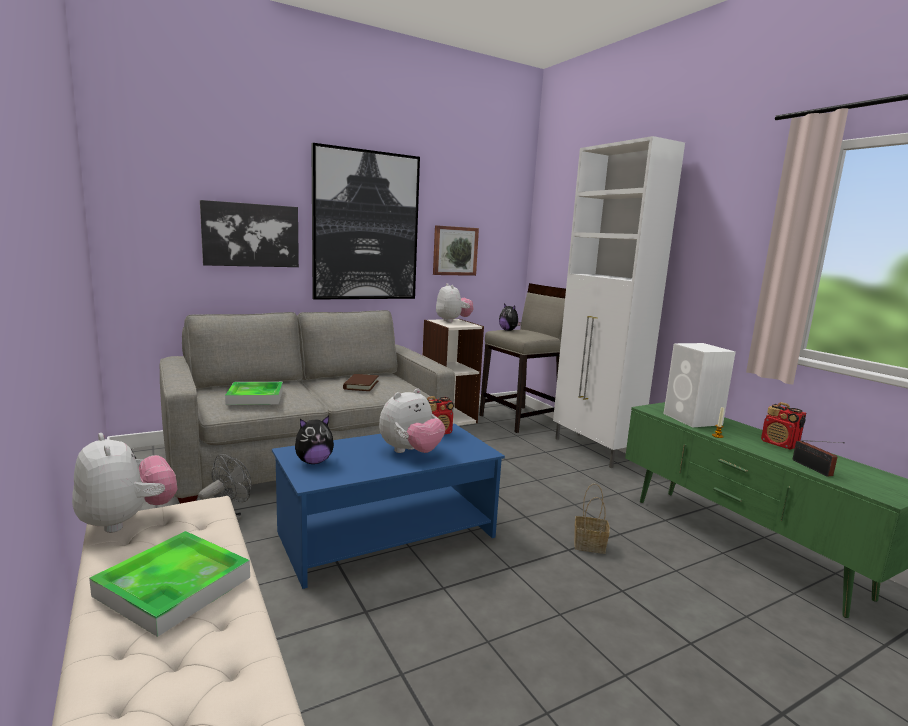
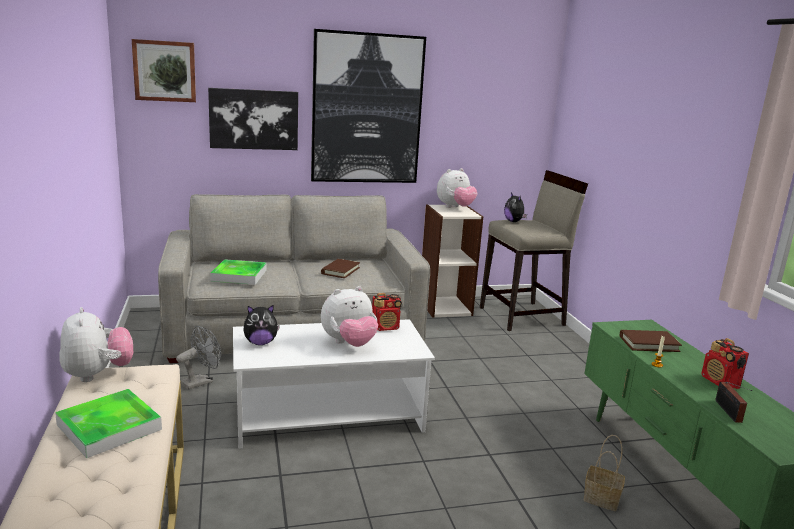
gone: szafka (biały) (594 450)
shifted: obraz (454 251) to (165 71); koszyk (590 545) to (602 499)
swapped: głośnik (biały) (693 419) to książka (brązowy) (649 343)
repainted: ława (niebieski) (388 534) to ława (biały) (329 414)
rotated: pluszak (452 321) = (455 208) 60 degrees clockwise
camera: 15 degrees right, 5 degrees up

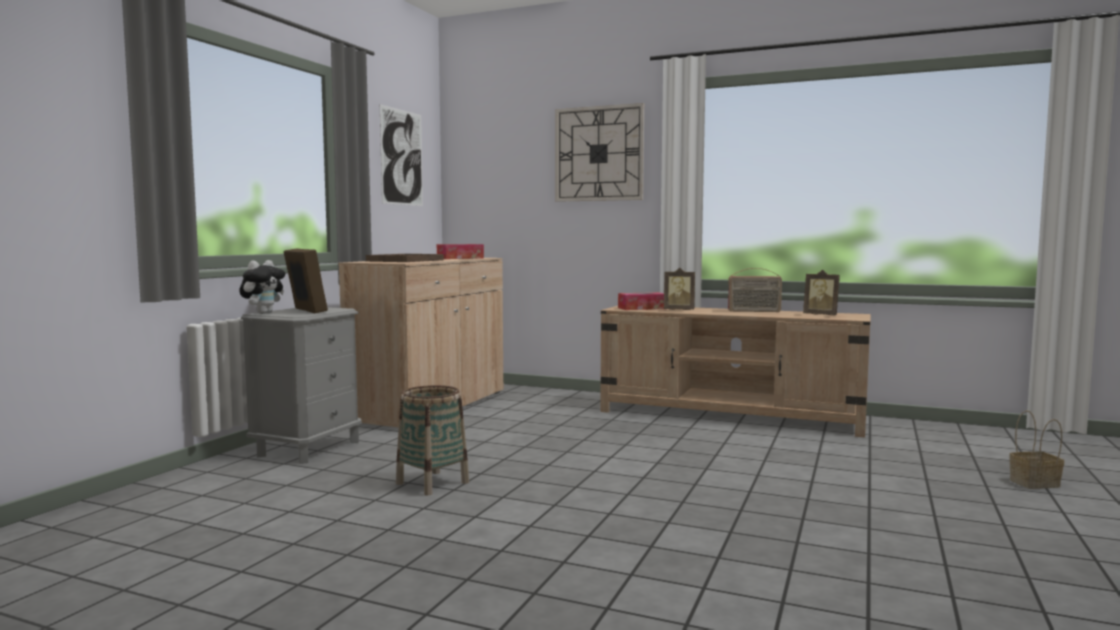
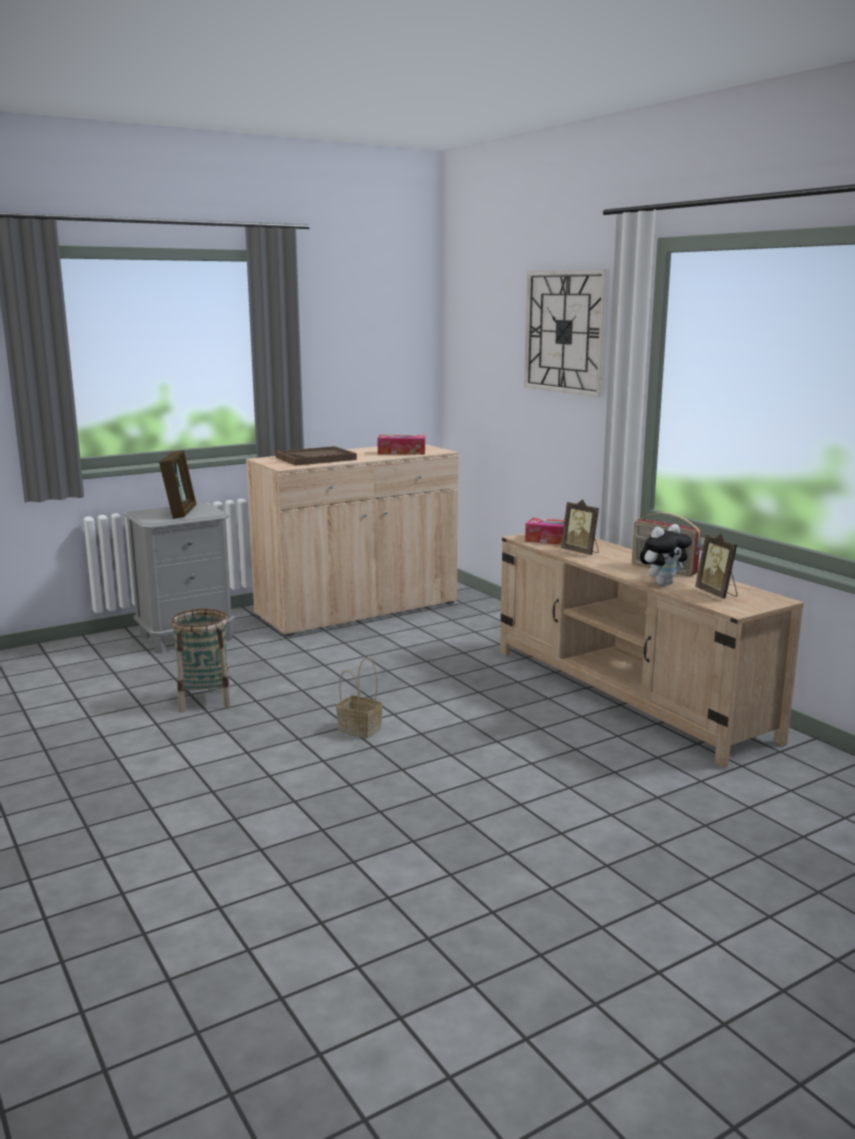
gone: obraz (402 157)
shifted: pluszak (263 313) to (663 583); koszyk (1034 483) to (358 729)
camera: 35 degrees right, 10 degrees up

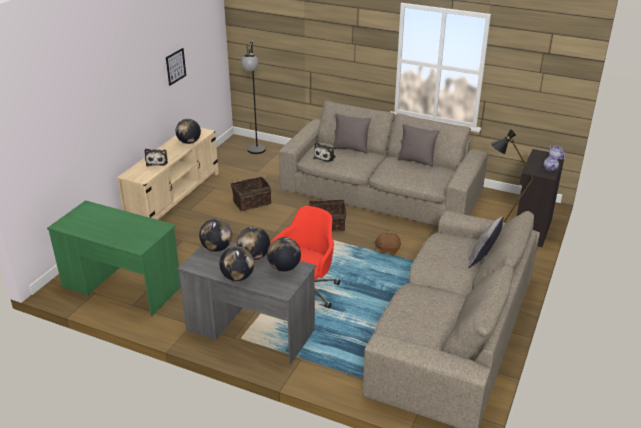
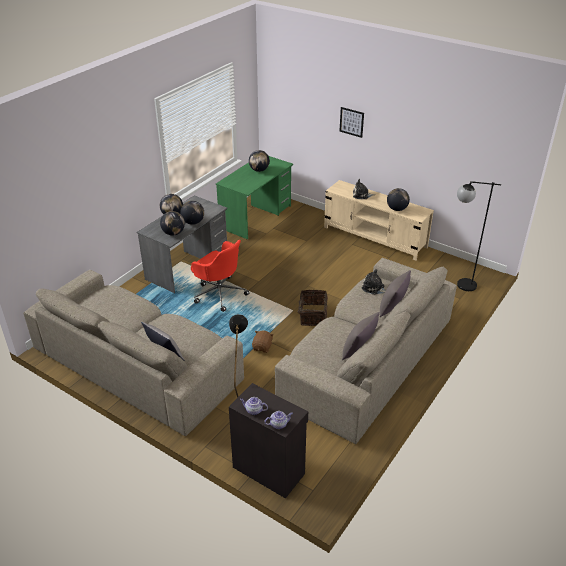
gone: koszyk (251 202)
shifted: obraz (175 66) to (351 122); globus (217 248) to (259 170)
camera: 100 degrees right, 5 degrees up

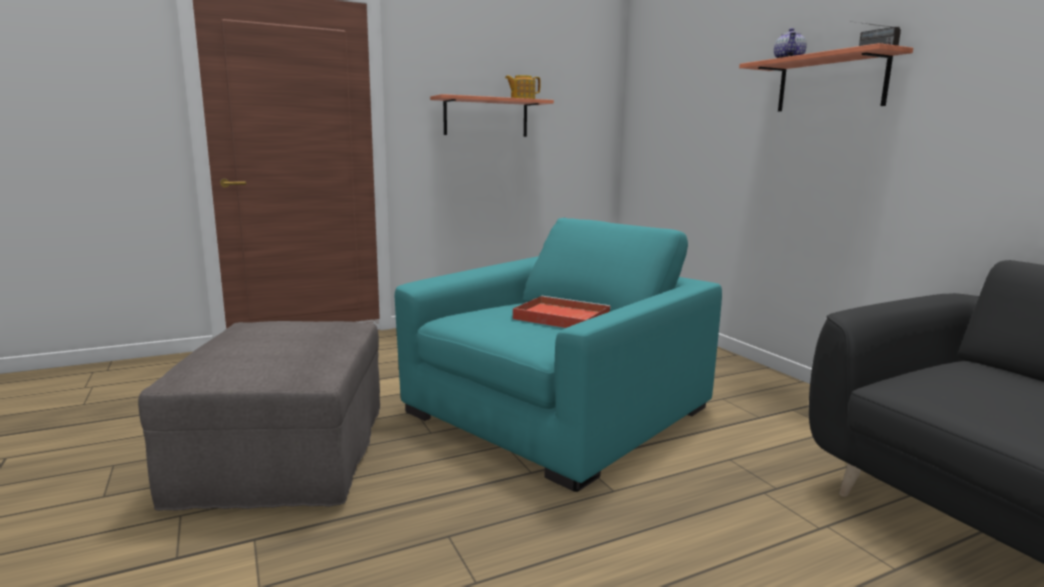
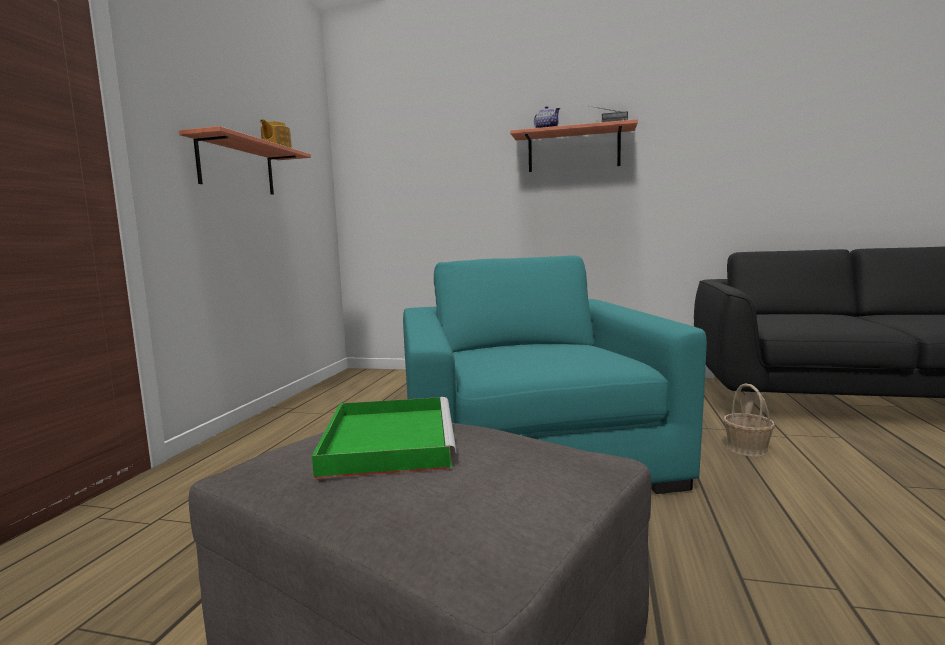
gone: taca (czerwony) (559 317)
new: koszyk (747 449); taca (zielony) (388 440)
camera: 50 degrees left, 5 degrees down

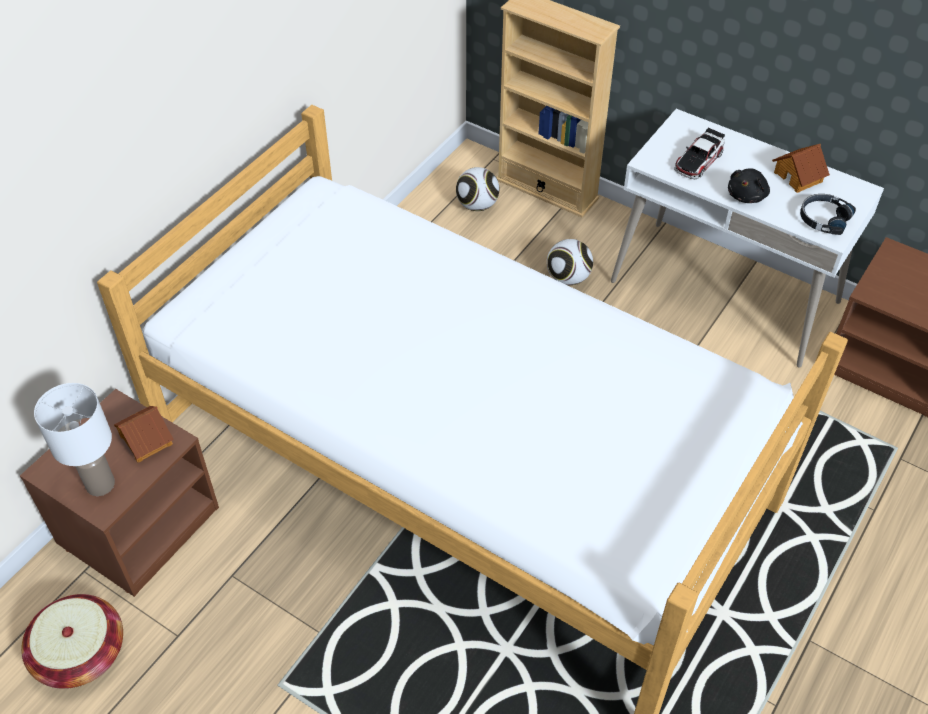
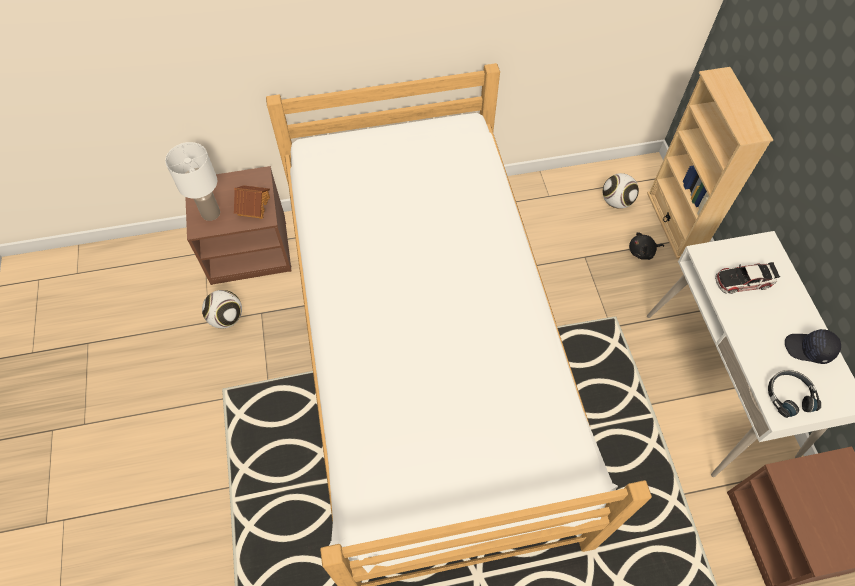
gone: koszyk (80 653)
shifted: pluszak (czarny) (747 195) to (642 252); piłka futbolowa (568 278) to (227 318)
swapped: domek (798 176) to czapka z daszkiem (czarny) (809 349)
camera: 45 degrees right, 10 degrees up

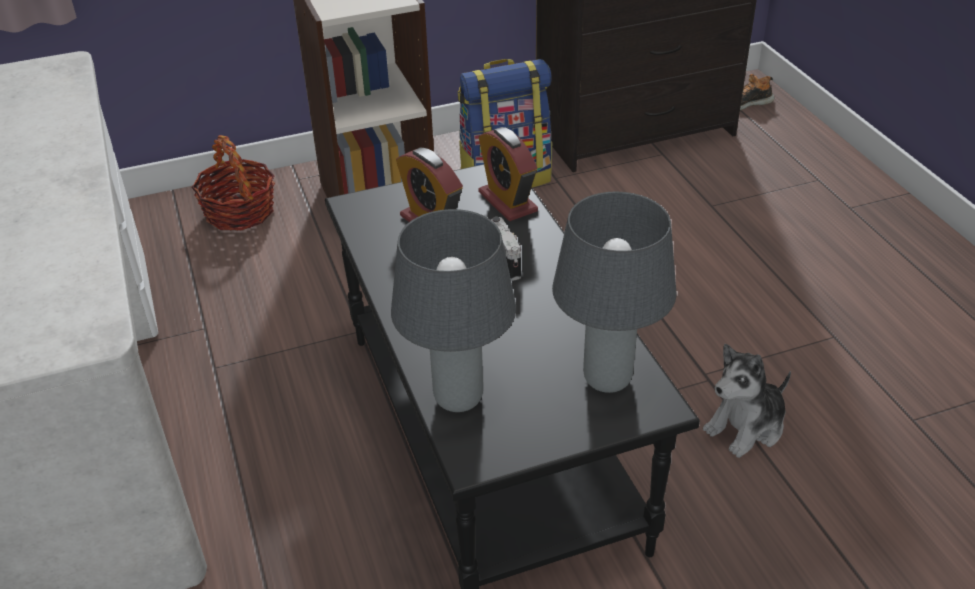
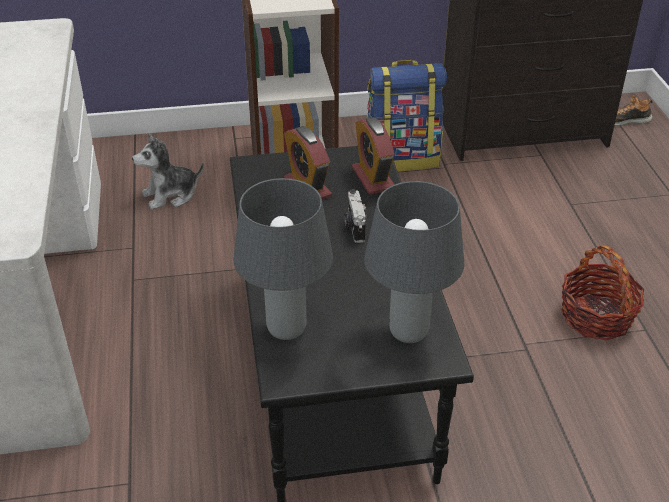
shifted: koszyk (240 212) to (596 317); pluszak (746 427) to (171 195)
camera: 10 degrees right, 0 degrees up

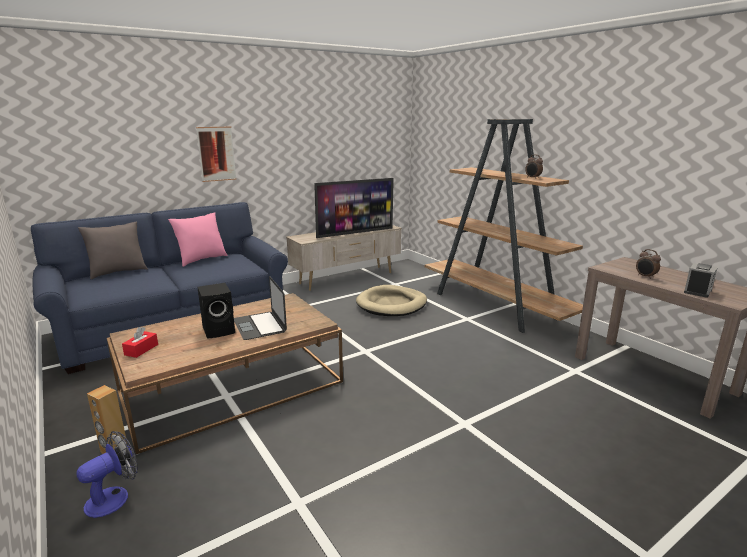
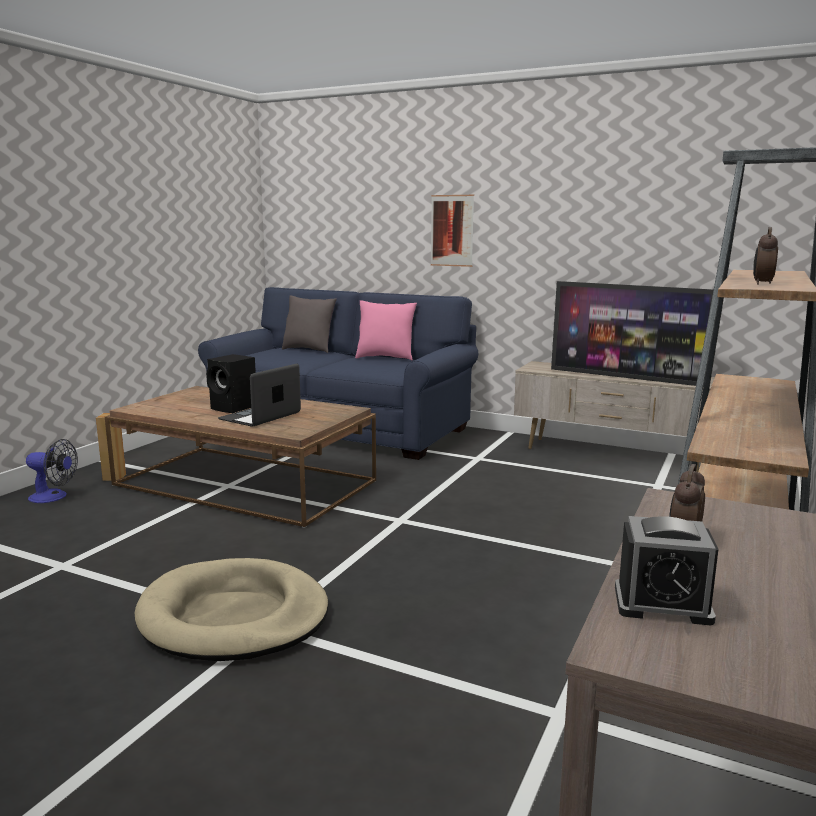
gone: pudełko chusteczek (czerwony) (141 349)
shifted: legowisko (beżowy) (392 304) to (234 616)
camera: 60 degrees right, 5 degrees down

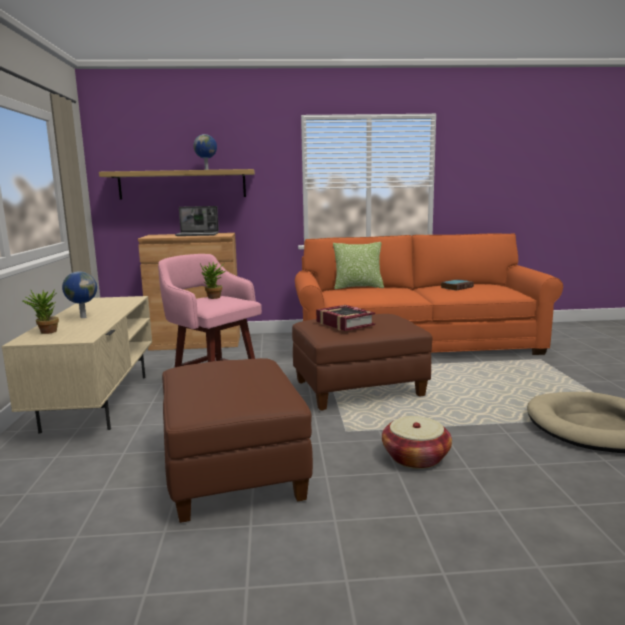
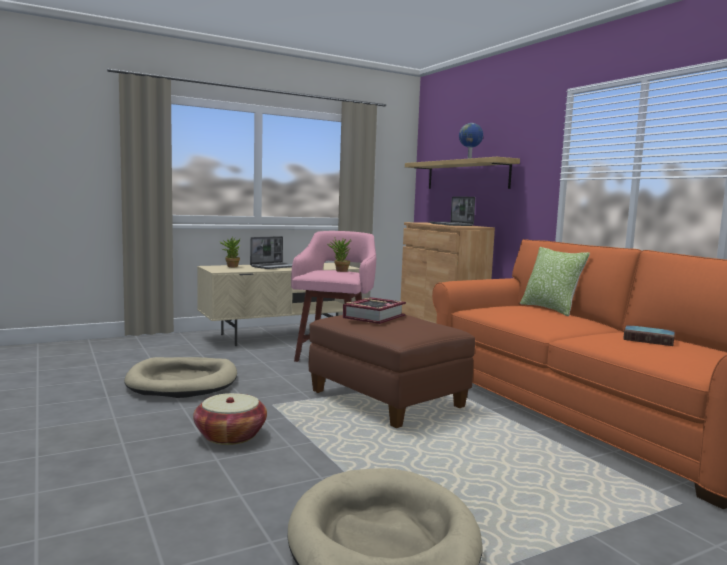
swapped: globus (83 317) to laptop (275 266); pufa (brązowy) (232 471) to legowisko (beżowy) (183 382)
camera: 65 degrees right, 5 degrees down

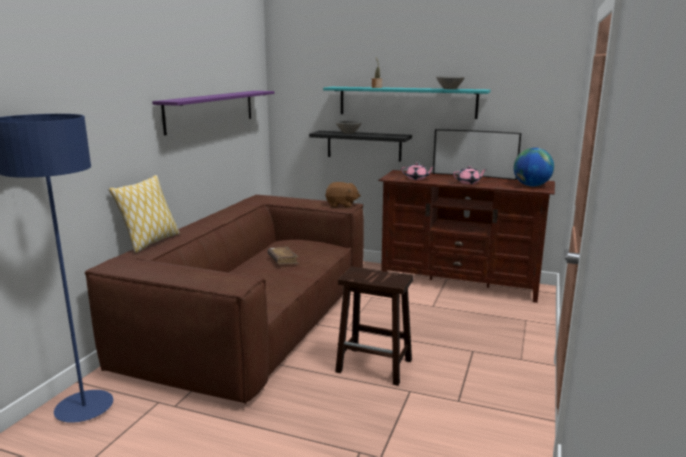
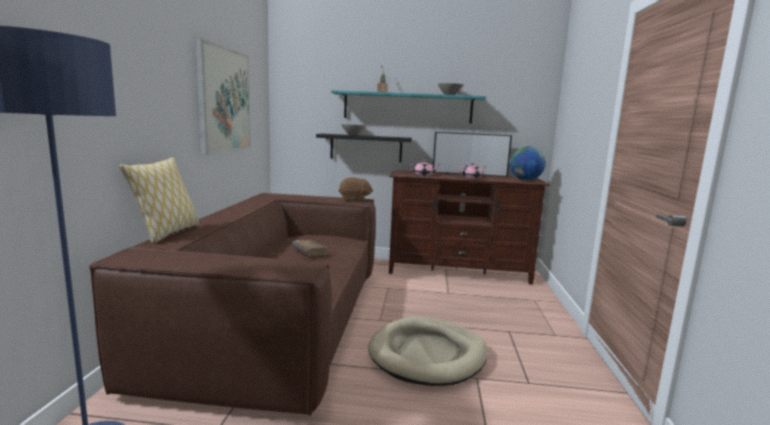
swapped: półka (fioletowy) (211 110) to obraz (224 100); stołek (brązowy) (375 366) to legowisko (beżowy) (428 355)
camera: 15 degrees left, 5 degrees down

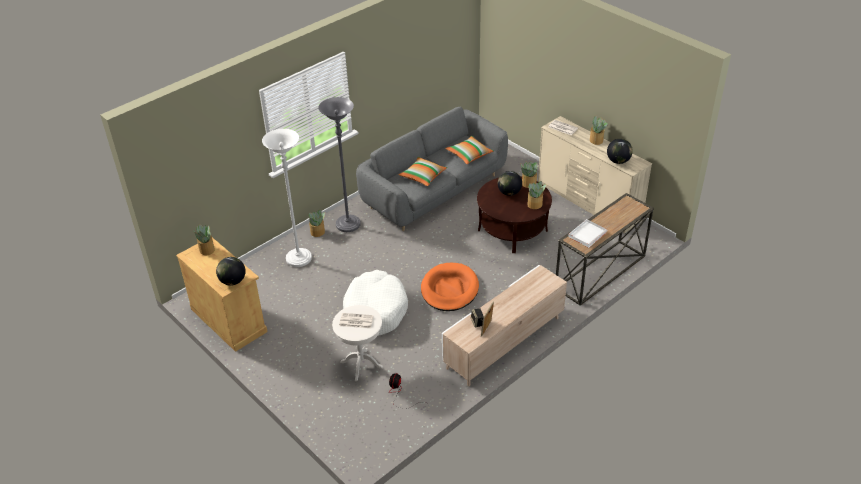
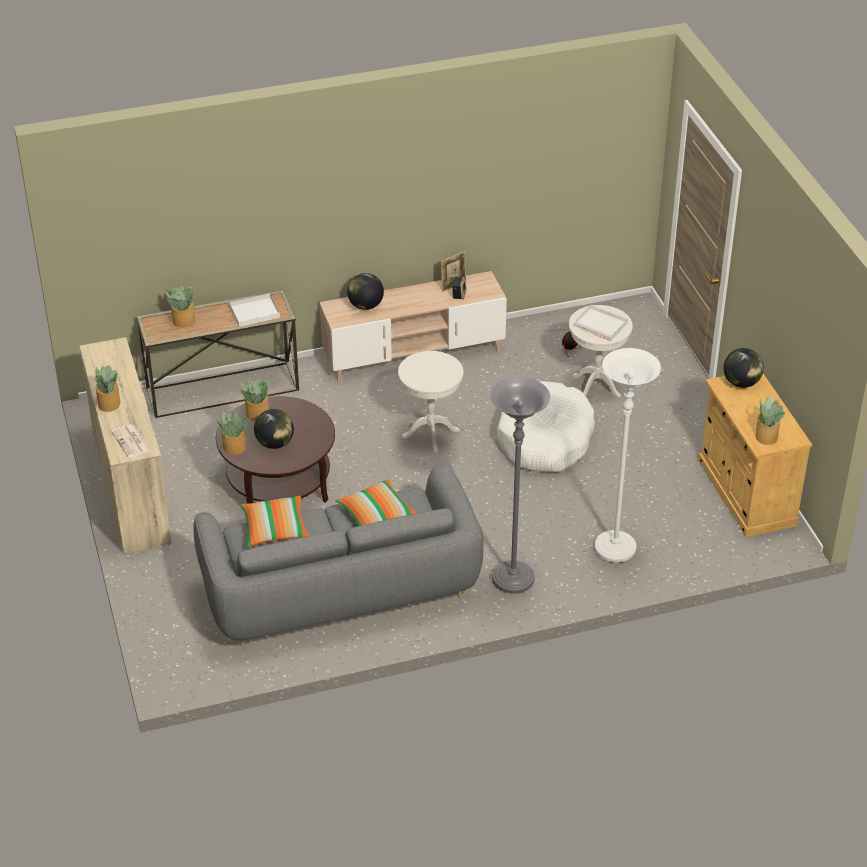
shifted: globus (618 161) to (365 306); roślina doniczkowa (318 232) to (183 321)
swapped: legowisko (pomarańczowy) (449 289) to stolik (biały) (431 433); gazeta (355 321) to taca (biały) (601 325)
camera: 155 degrees left, 0 degrees up

